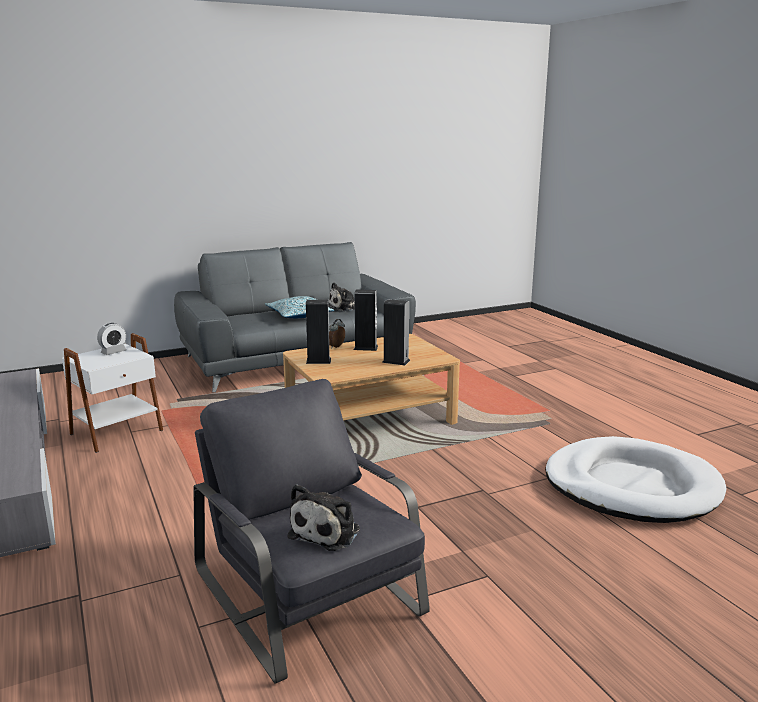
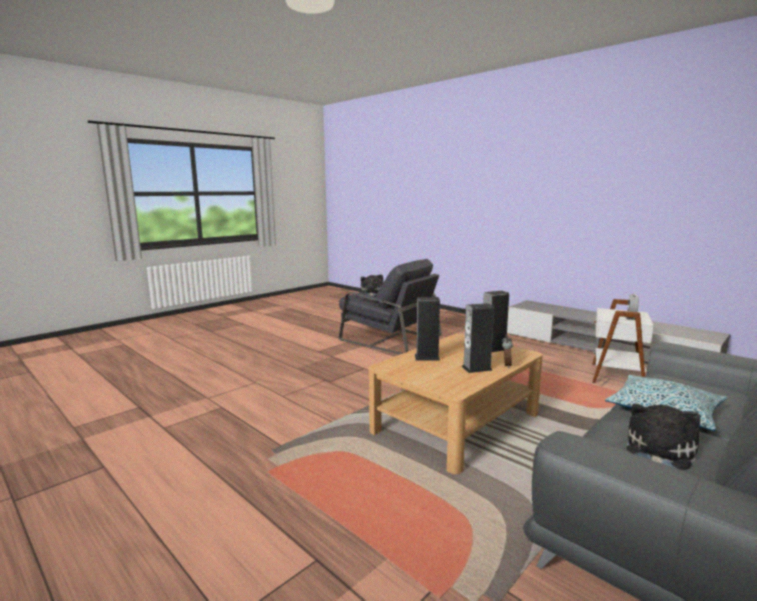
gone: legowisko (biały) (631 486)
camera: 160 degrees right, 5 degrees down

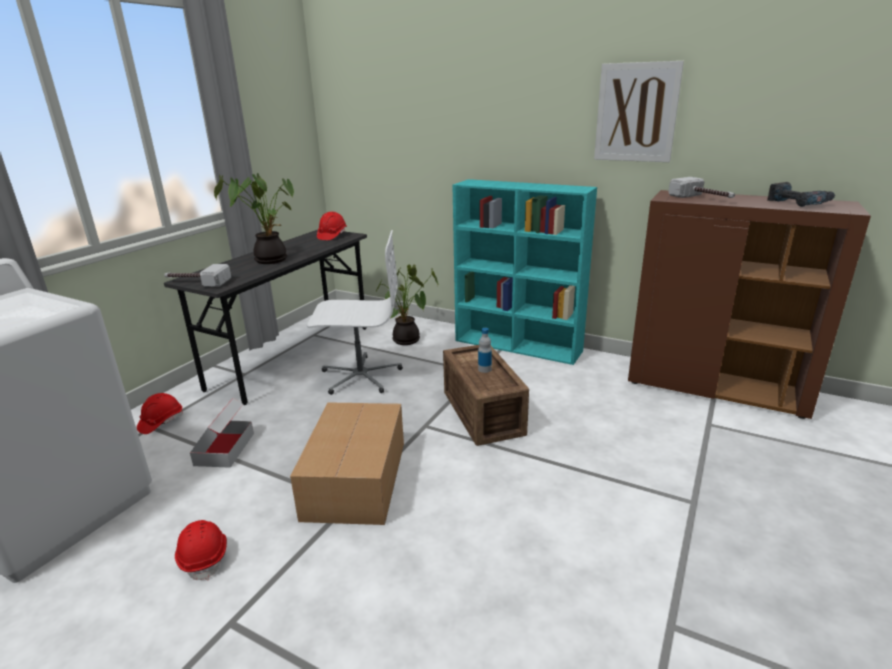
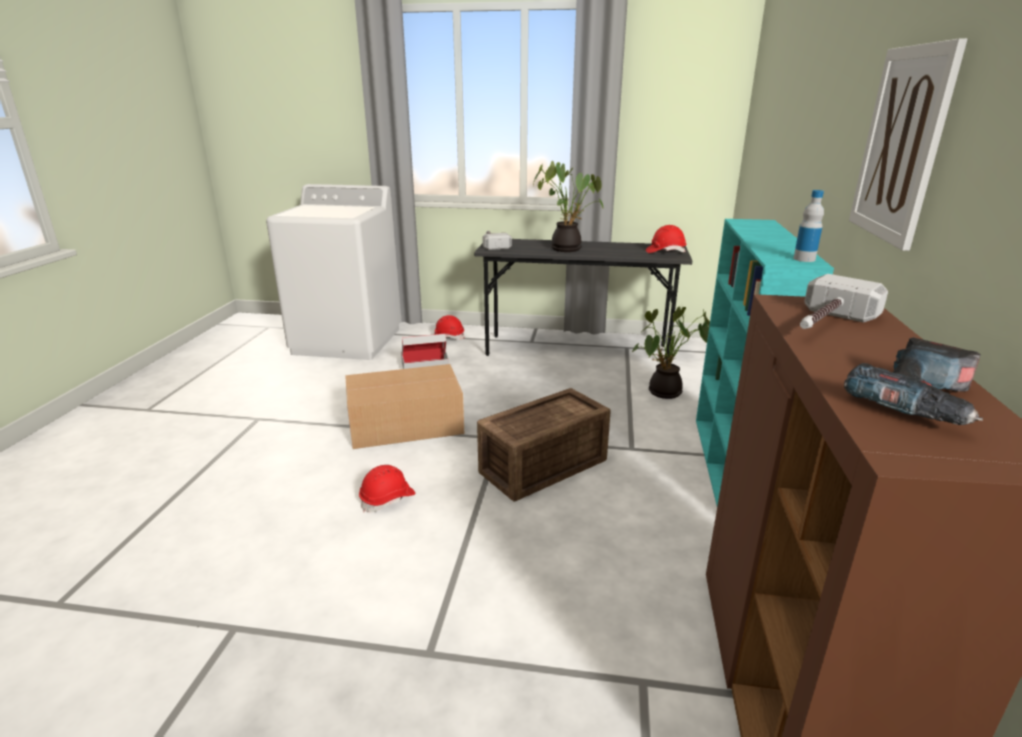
gone: krzesło biurowe (biały) (360 376)
shifted: butelka (484 369) to (804 259); kask (czerwony) (204 557) to (388 499)
camera: 70 degrees right, 0 degrees up

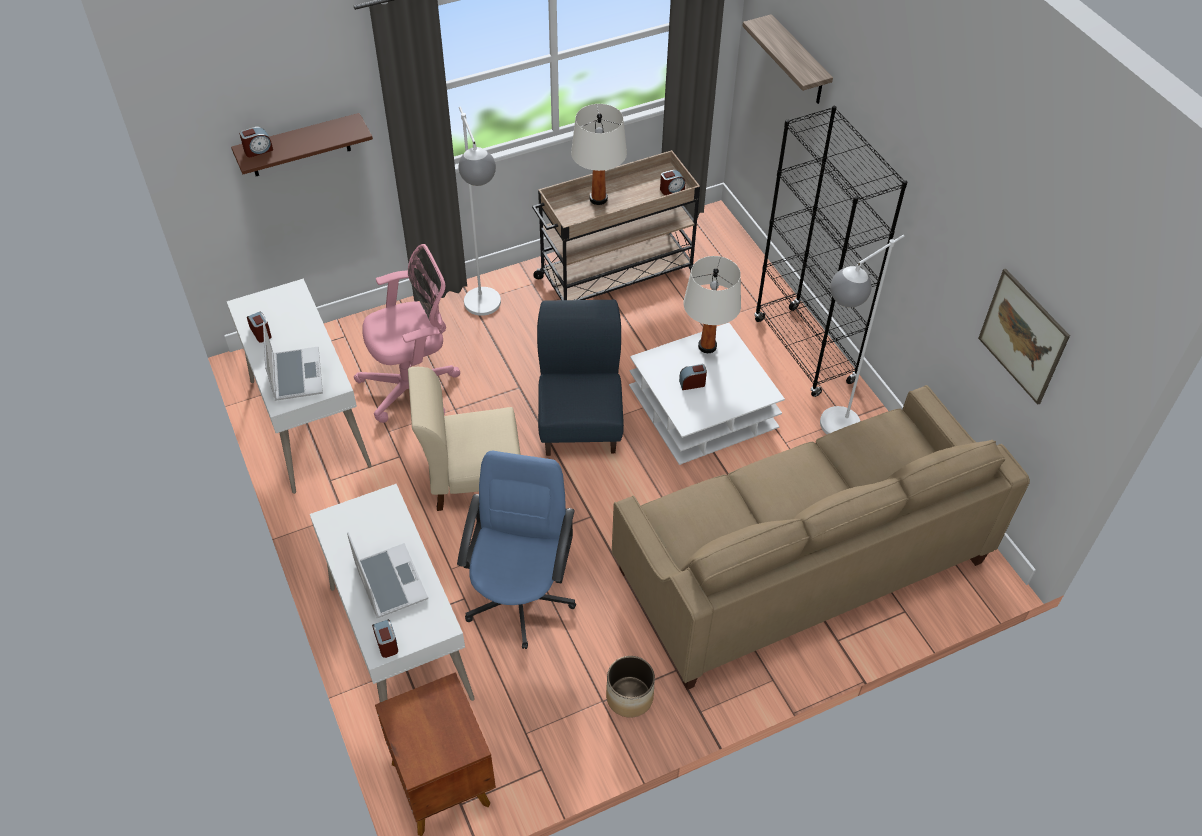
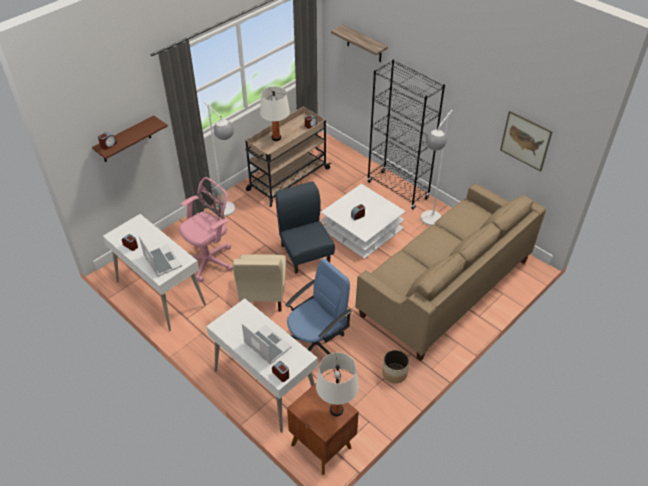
shifted: lampa stołowa (biały) (707 346) to (336 410)
rotated: krzesło (beżowy) (472 477) = (262 294) 60 degrees counterclockwise; krzesło biurowe (niebieski) (520 597) = (316 344) 60 degrees clockwise
camera: 20 degrees left, 5 degrees down

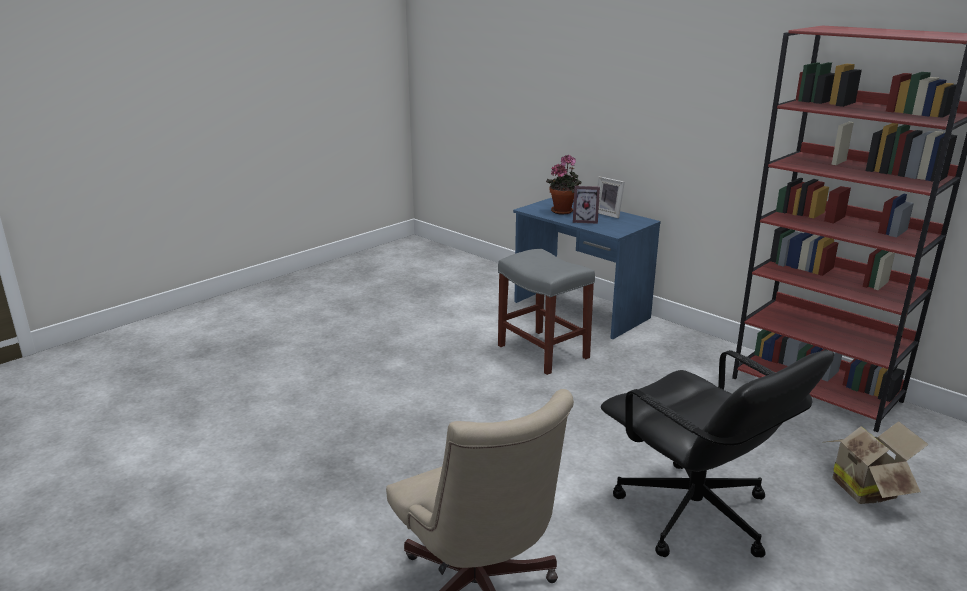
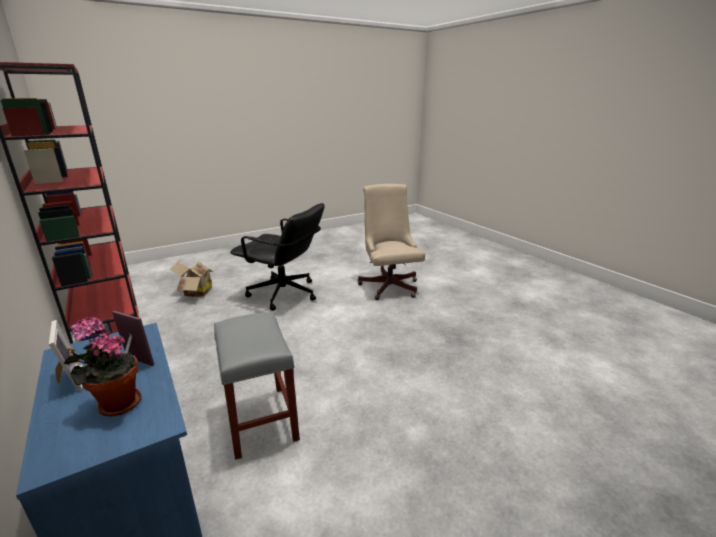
rotated: krzesło biurowe (czarny) (694 515) = (284 294) 135 degrees clockwise
camera: 165 degrees left, 0 degrees up

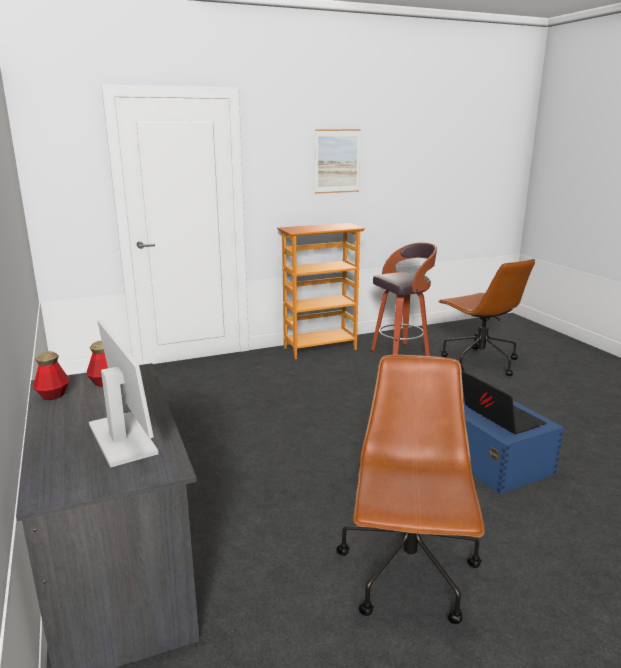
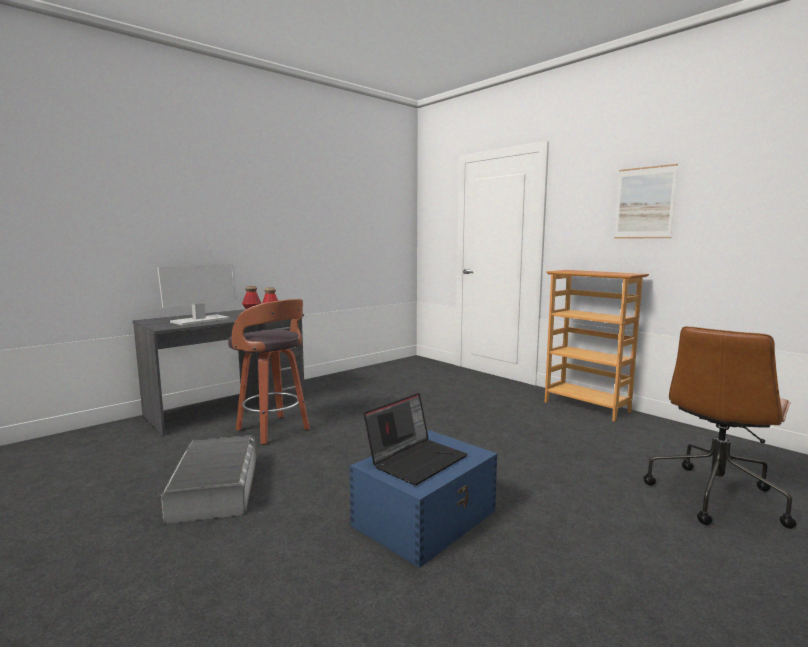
shifted: stołek (401 353) to (274 430)
swapped: krzesło biurowe (brązowy) (409 575) to pojemnik do przechowywania (szary) (216 488)
camera: 70 degrees right, 10 degrees down

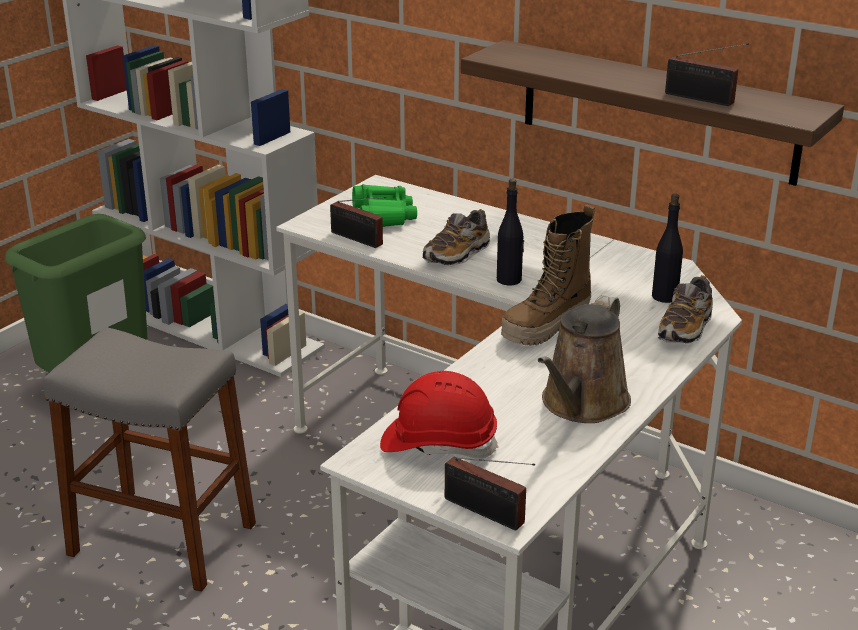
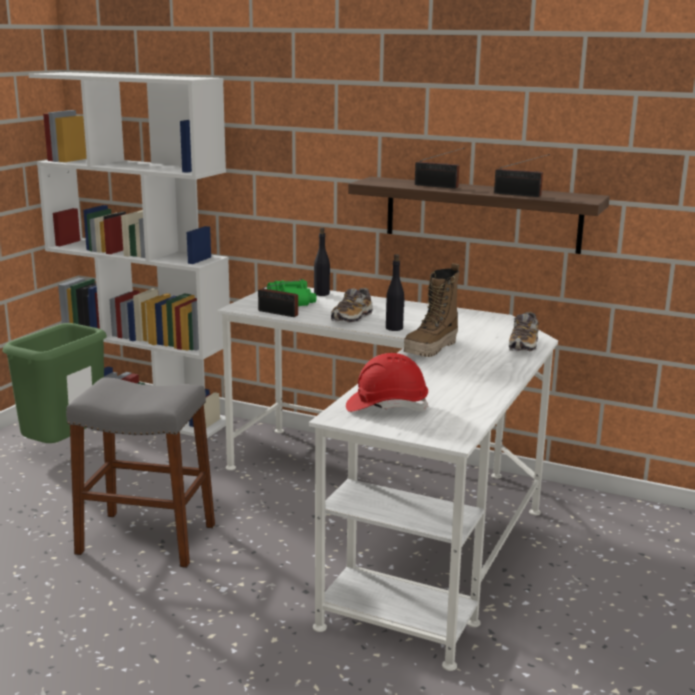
gone: konewka (brązowy) (582 404)
shifted: butelka (czarny) (664 296) to (321 294); radio (487 513) to (438 186)
camera: 10 degrees left, 10 degrees down

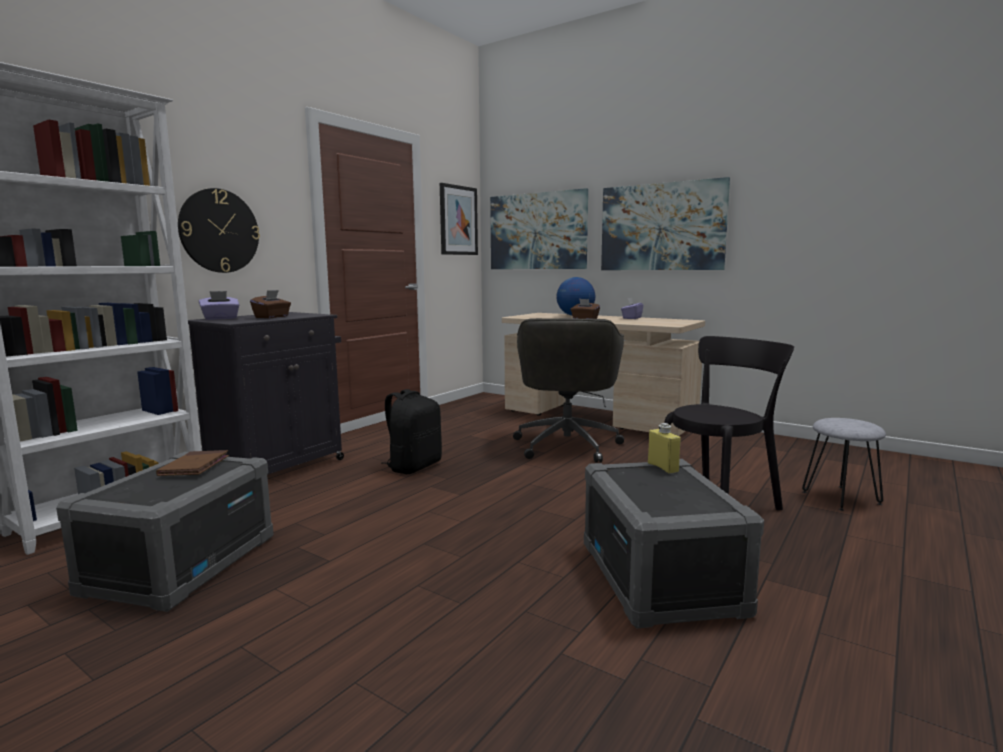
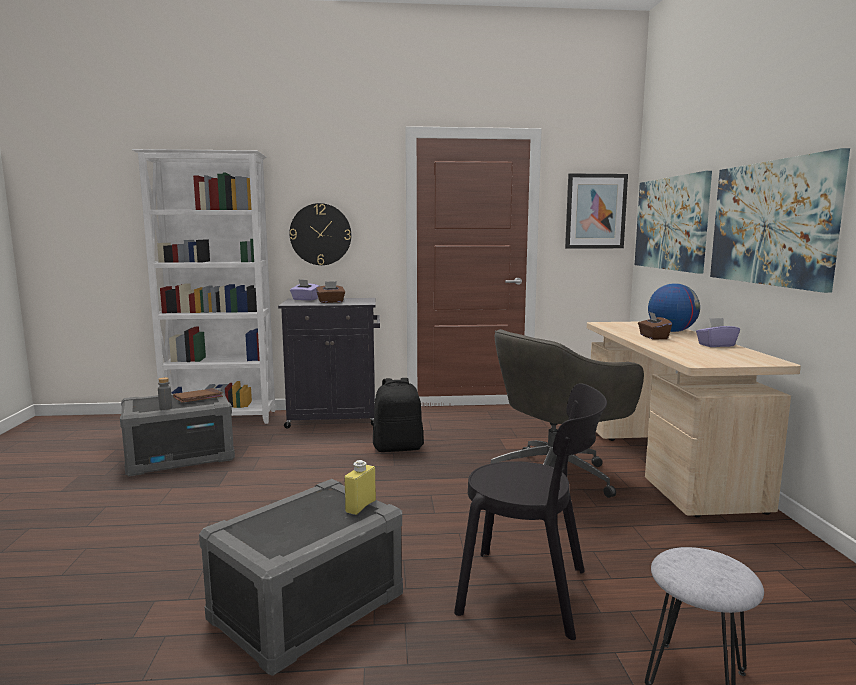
new: butelka (szary) (165 408)
camera: 50 degrees right, 0 degrees up

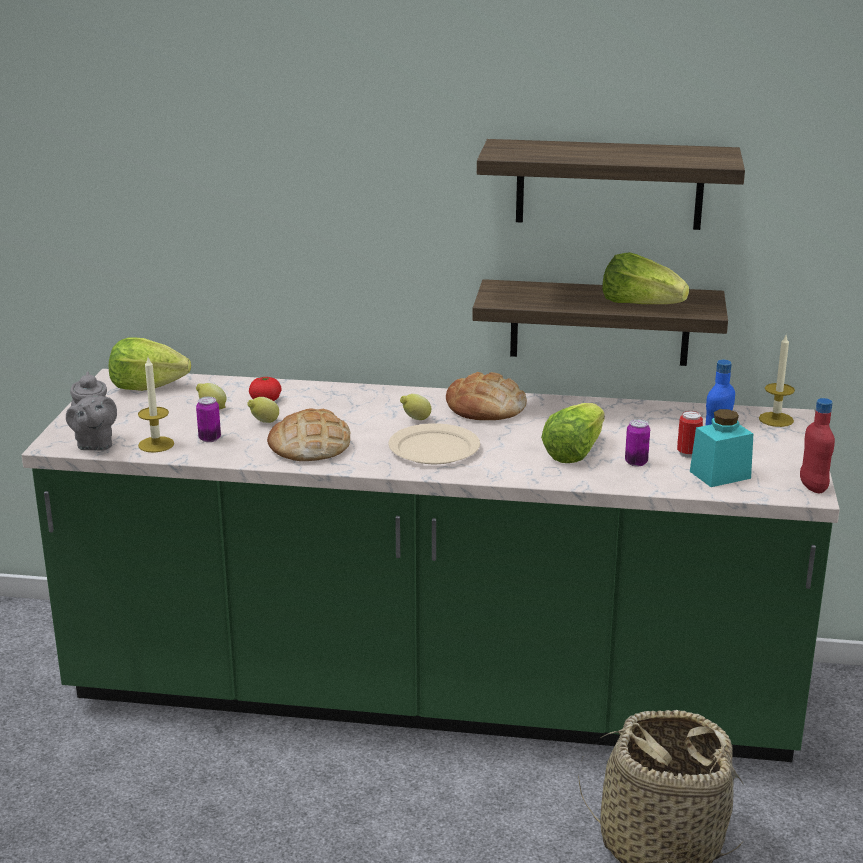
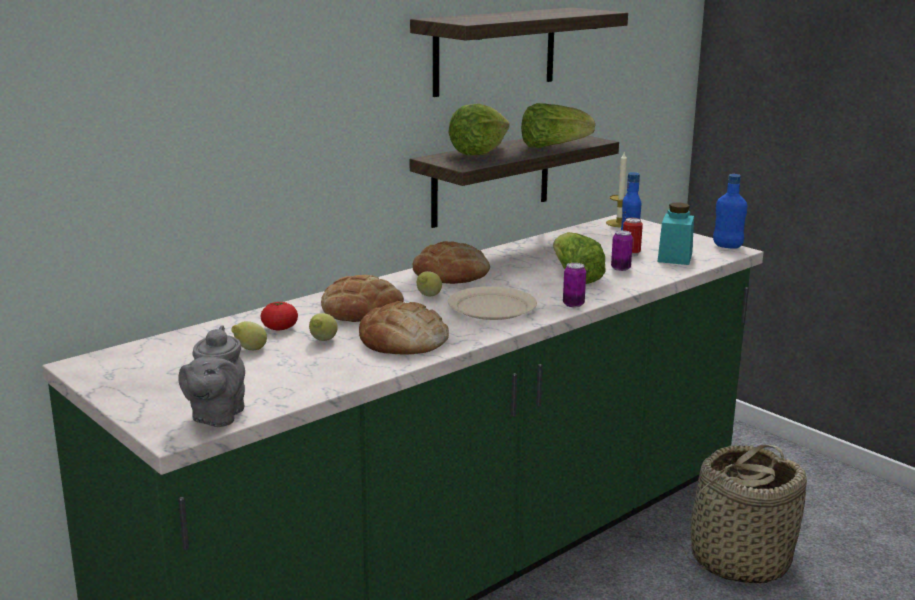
gone: świeca (156 444)
new: chleb (362 309)
shifted: sałata (147 386) to (478 152); puszka (209 438) to (573 304)
repainted: butelka (czerwony) (813 487) to butelka (niebieski) (727 246)
rotated: imbryk (szary) (94 444) = (216 416) 75 degrees clockwise
camera: 50 degrees left, 5 degrees down

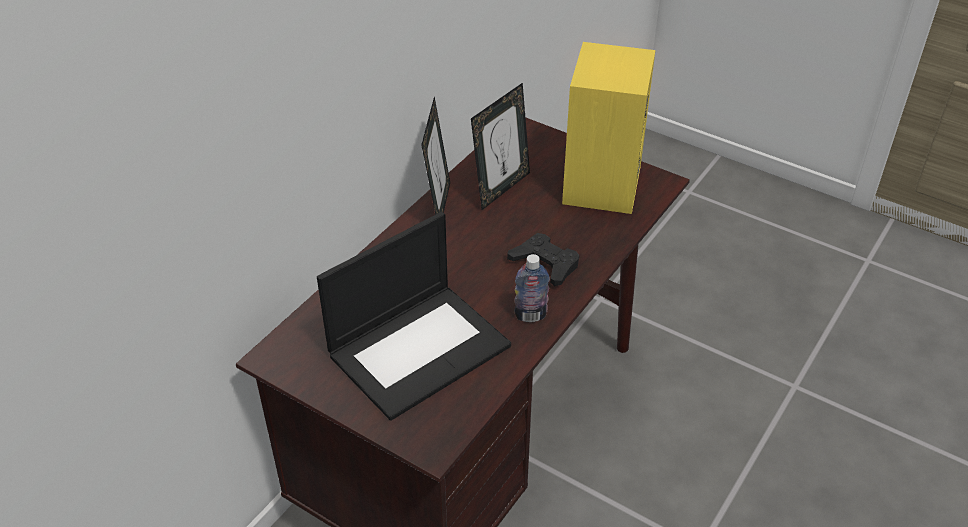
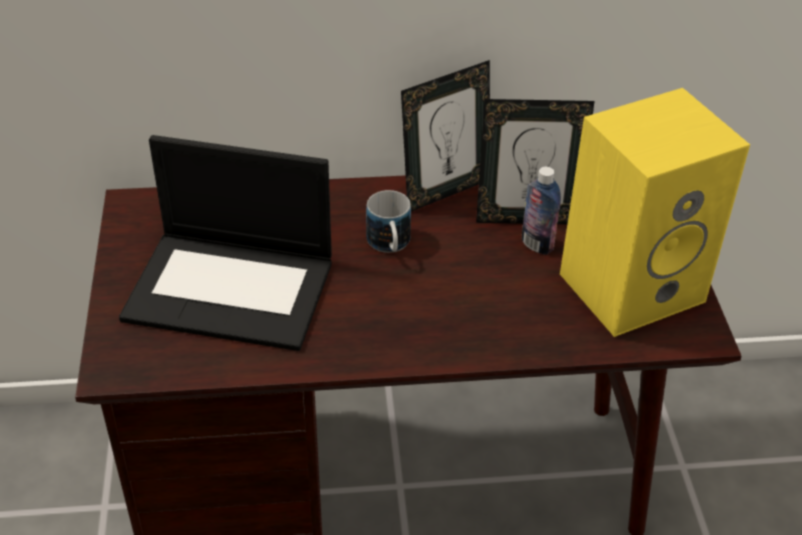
gone: pad do gier (czarny) (545 264)
new: kubek (390 246)
shifted: butelka (530 315) to (537 244)
camera: 50 degrees right, 0 degrees up

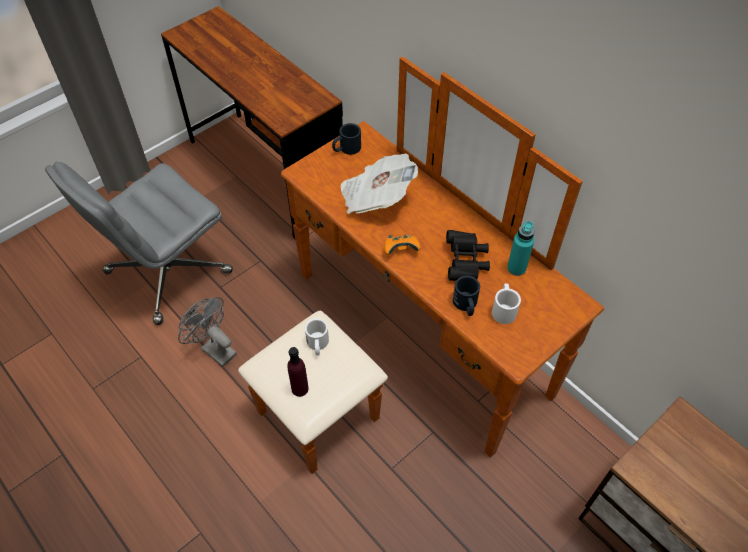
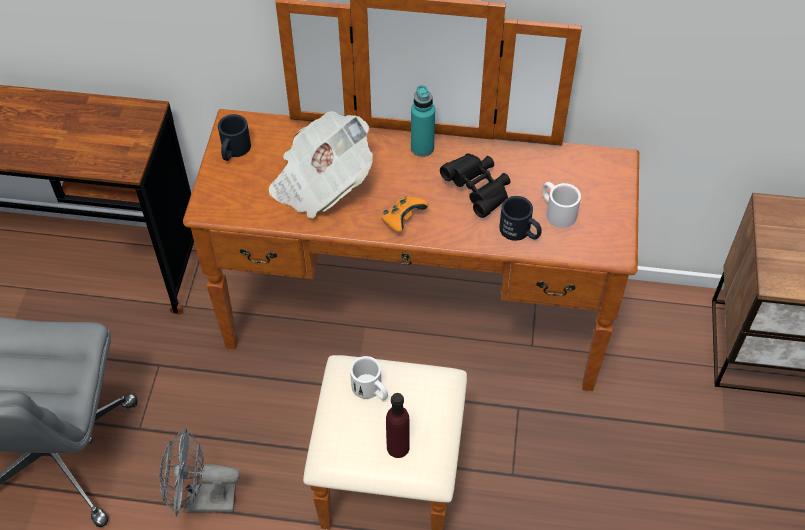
shifted: butelka (turkusowy) (516 268) to (422 148)
camera: 40 degrees left, 0 degrees up

